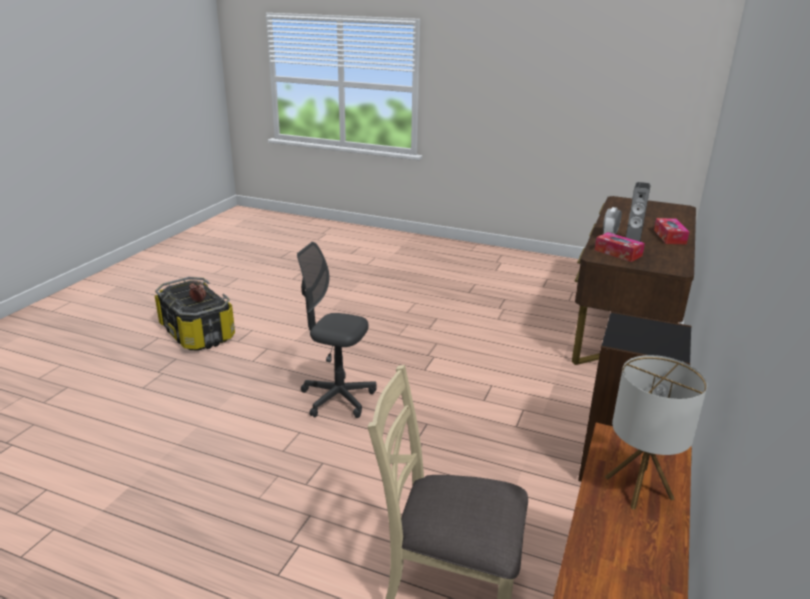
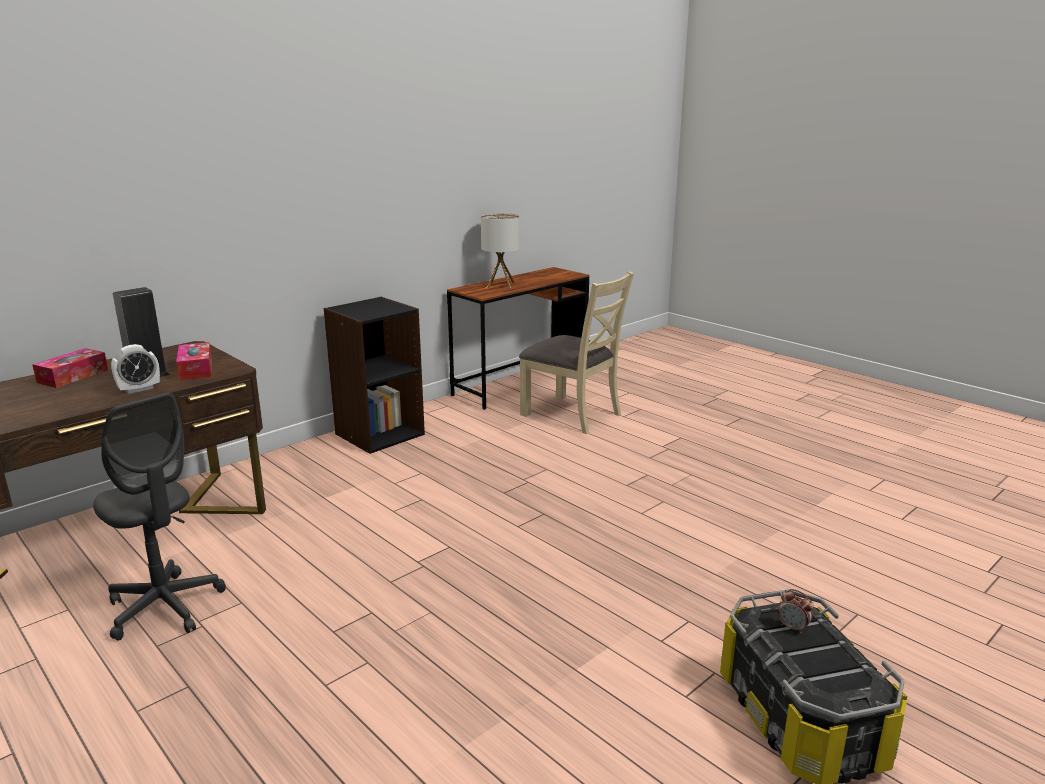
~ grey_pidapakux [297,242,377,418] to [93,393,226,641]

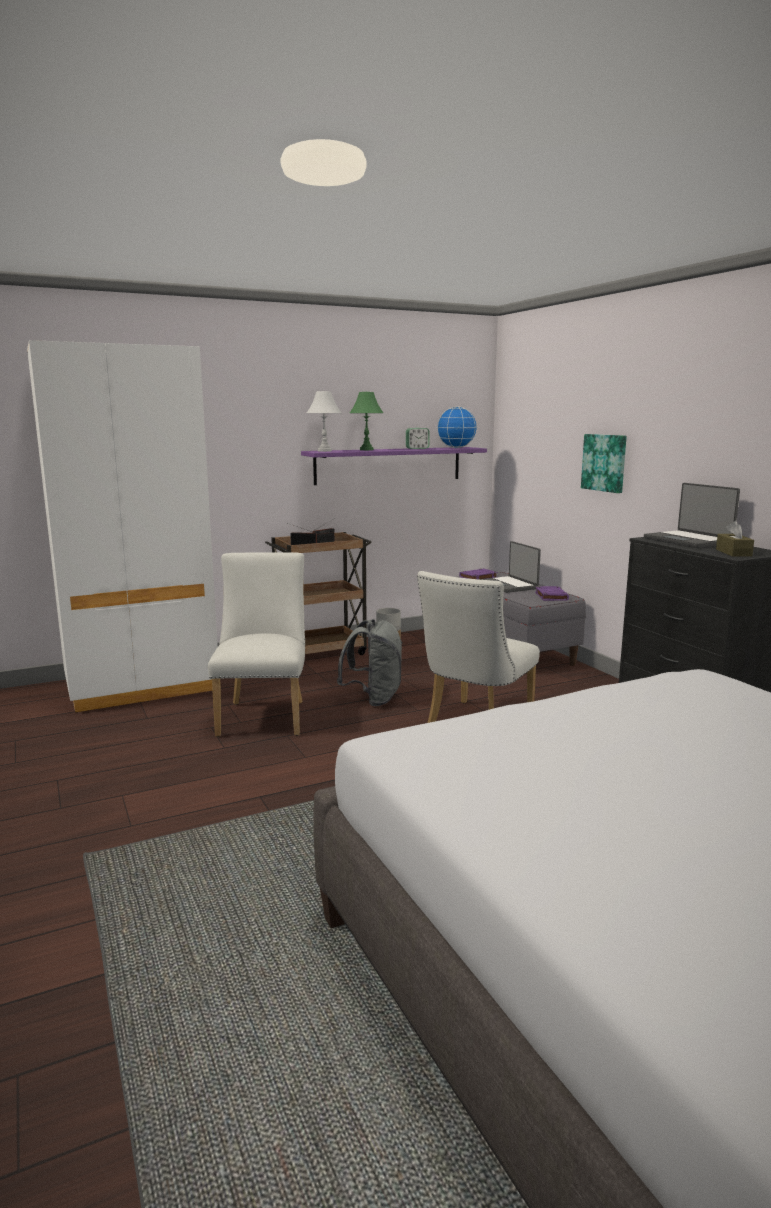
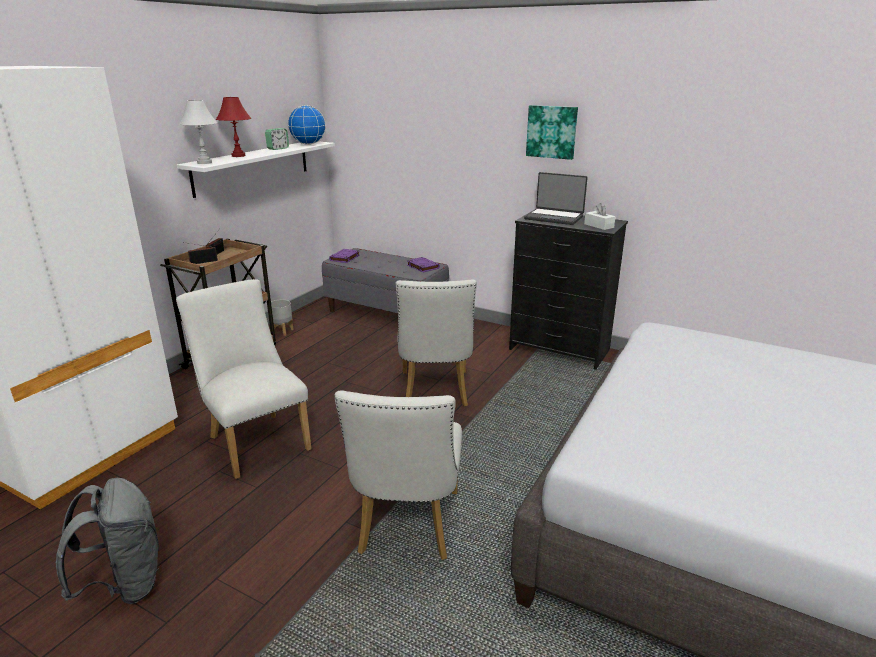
~ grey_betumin [337,619,403,706] to [56,478,159,604]
~ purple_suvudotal [301,447,487,485] to white_suvudotal [177,141,335,198]
~ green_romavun [350,391,383,450] to red_romavun [216,97,251,157]
+ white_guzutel [335,390,462,560]
~ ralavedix [581,434,627,493] to [526,105,578,160]
~ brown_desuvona [716,521,754,557] to white_desuvona [584,203,615,230]
- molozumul [479,541,541,593]

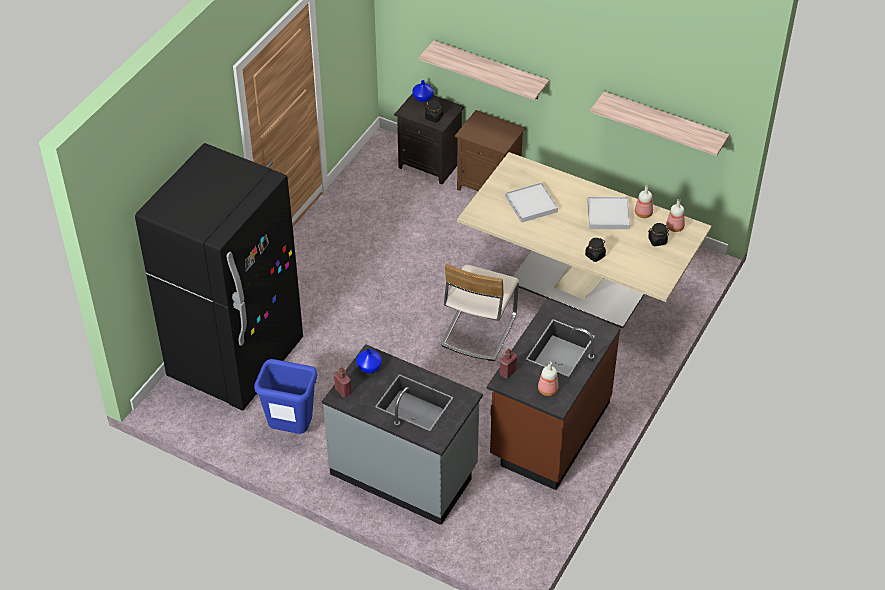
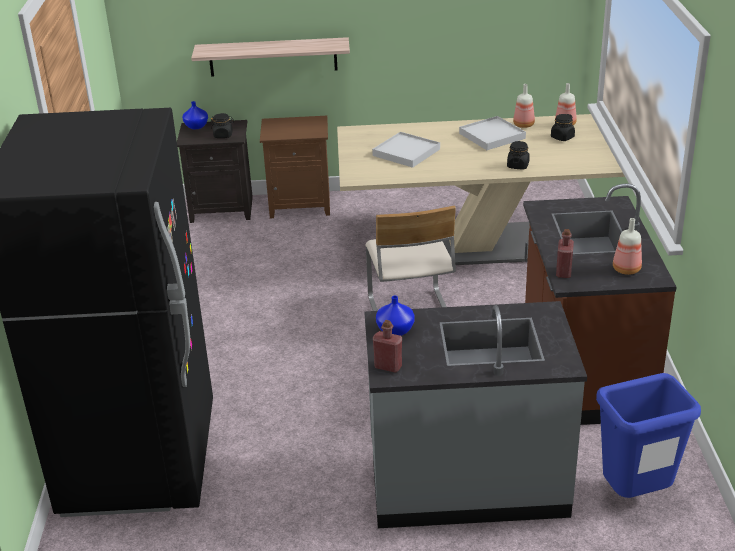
~ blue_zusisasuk [254,359,317,434] to [596,373,701,498]
- suvudotal [590,91,730,156]

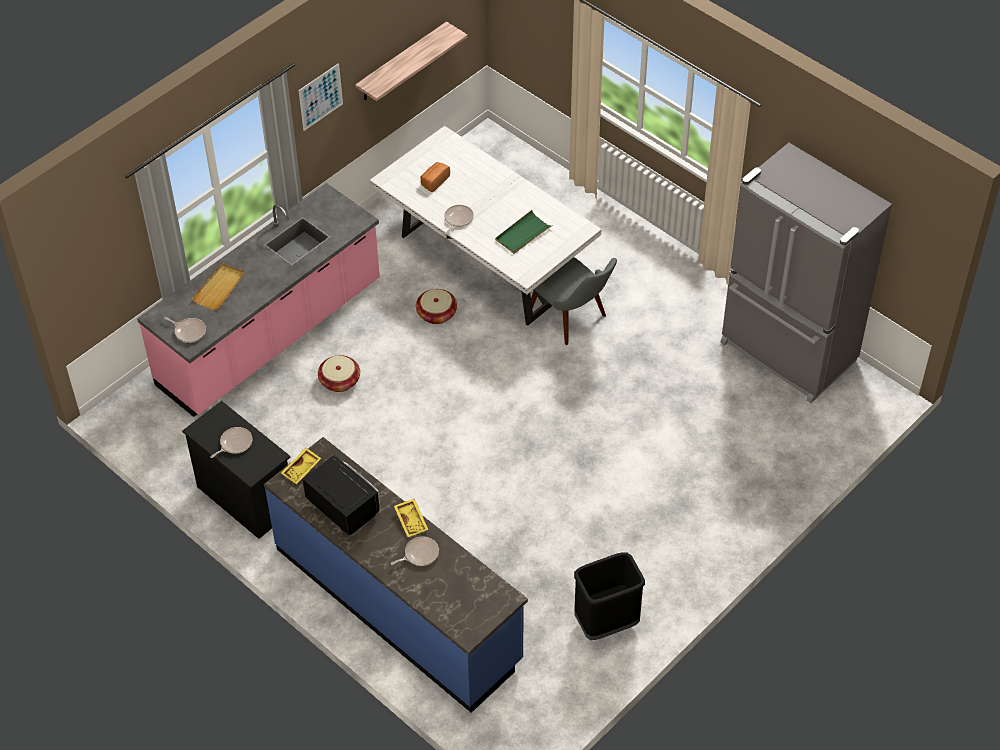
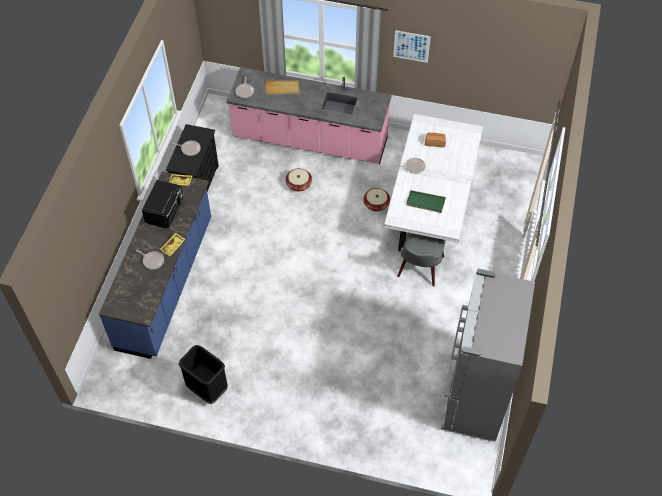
- suvudotal [355,21,468,101]

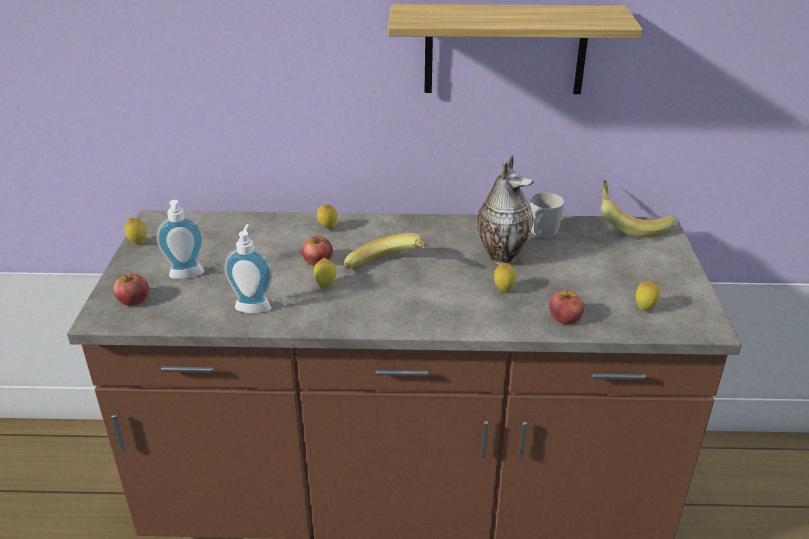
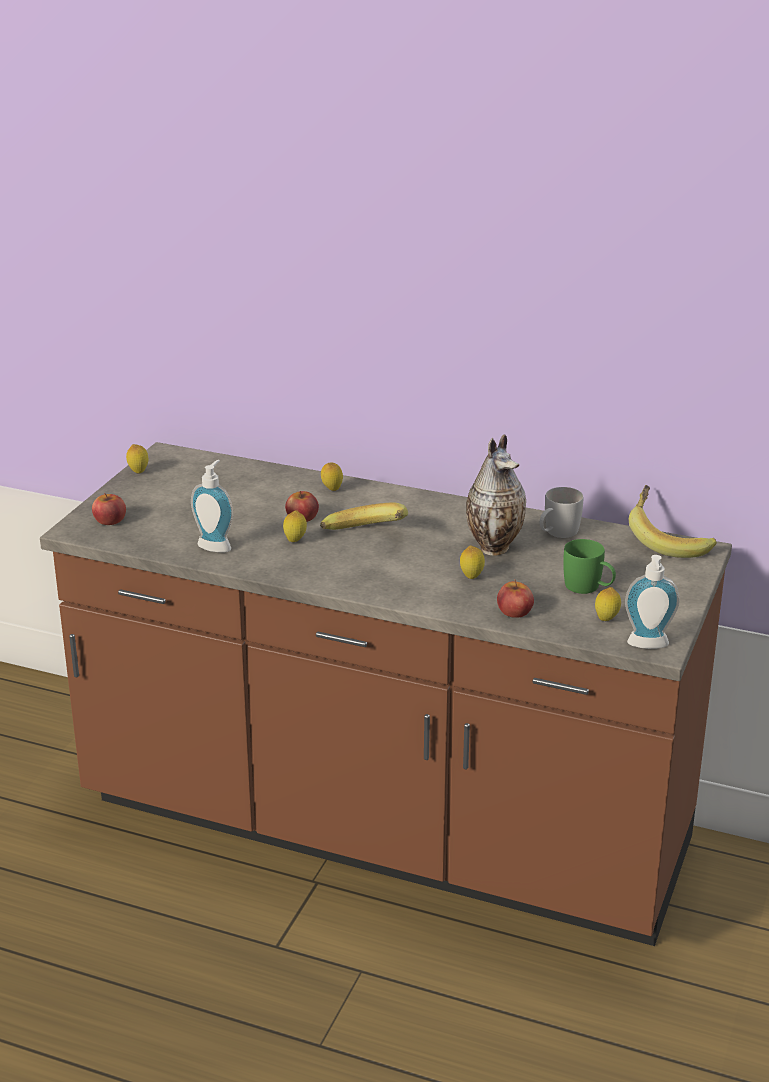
+ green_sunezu [563,539,616,594]
~ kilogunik [157,200,204,279] to [625,555,680,649]
- suvudotal [388,4,643,94]

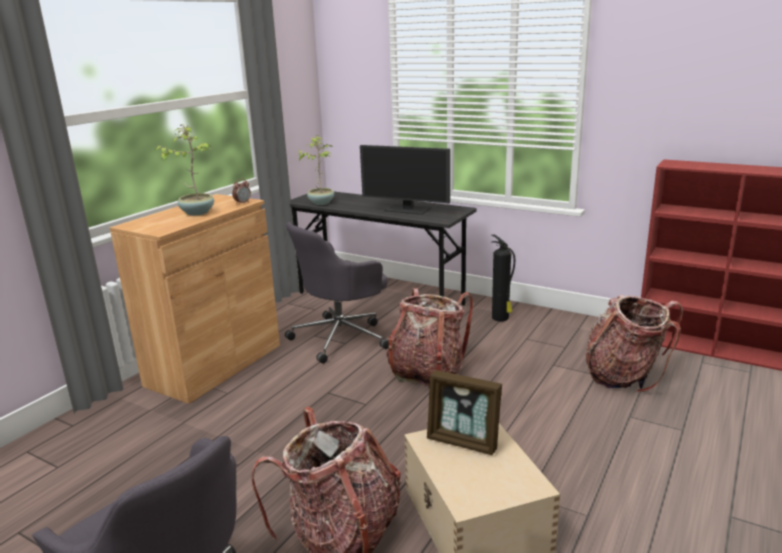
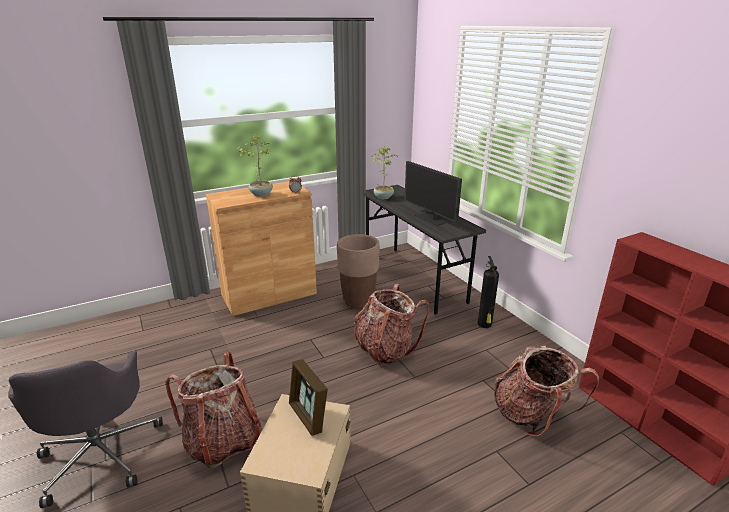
~ grey_pidapakux [285,222,389,364] to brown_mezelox [337,234,380,308]

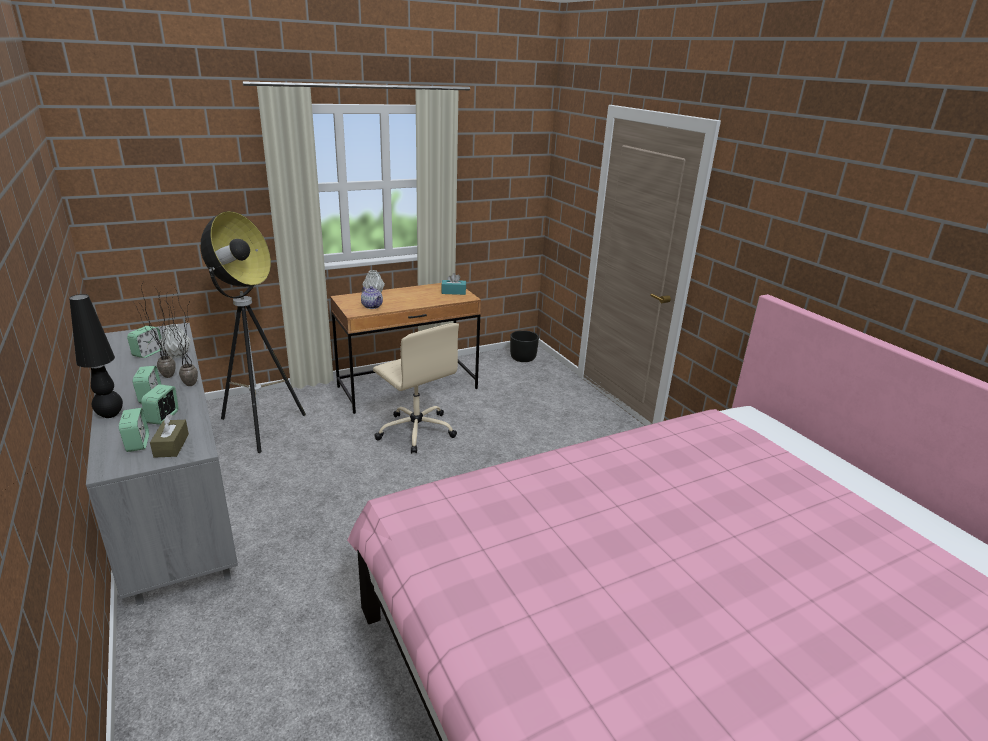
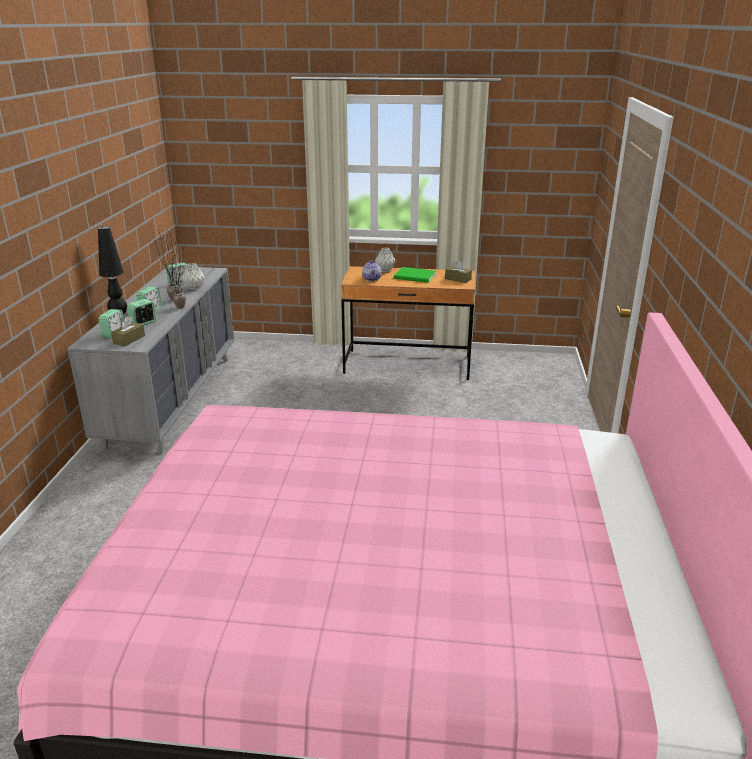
+ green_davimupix [394,267,436,283]
~ turquoise_desuvona [441,273,466,295] to brown_desuvona [445,260,472,283]
- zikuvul [201,211,306,453]
- beige_pidapakux [373,323,459,453]
- black_mezelox [510,330,539,362]

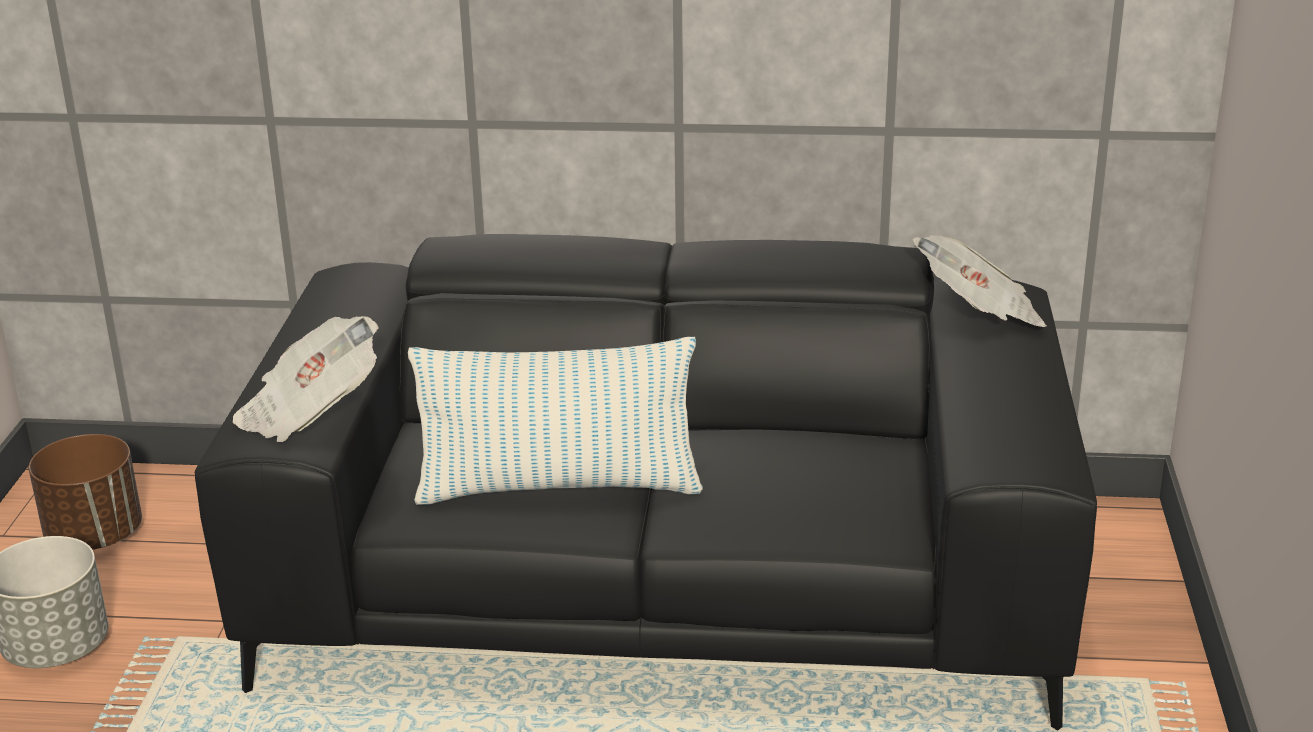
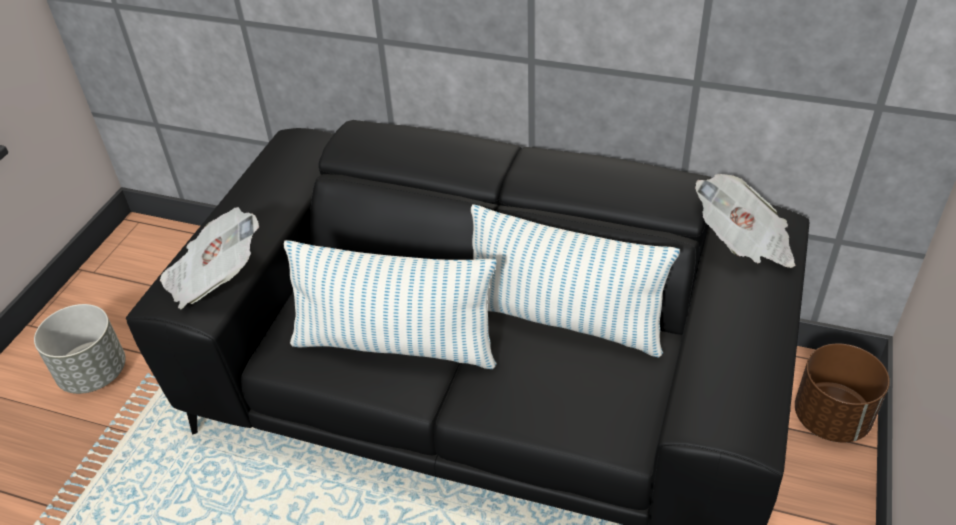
+ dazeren [471,204,680,358]
~ brown_mezelox [29,434,142,550] to [795,344,890,443]

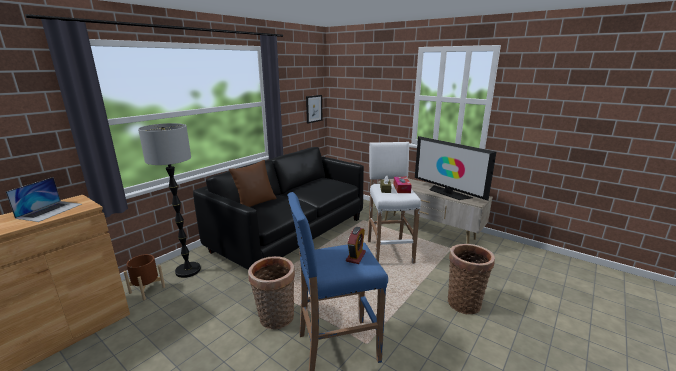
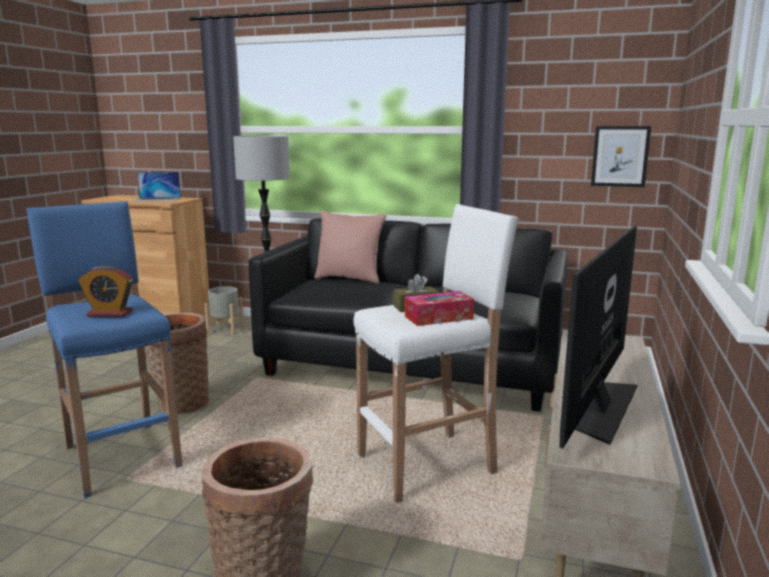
~ brown_mezelox [124,254,165,300] to grey_mezelox [205,286,244,334]
~ brown_dazeren [229,160,276,207] to pink_dazeren [314,211,387,284]

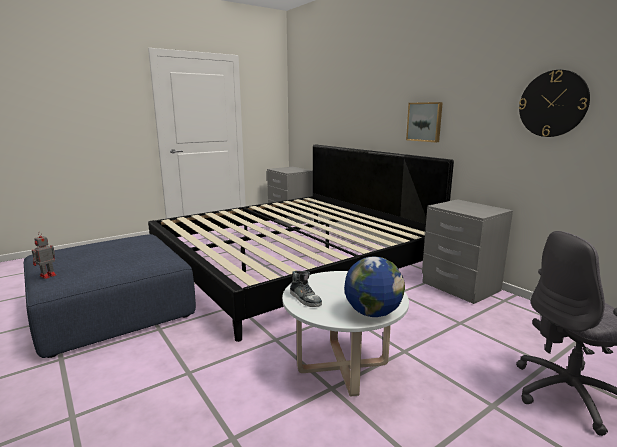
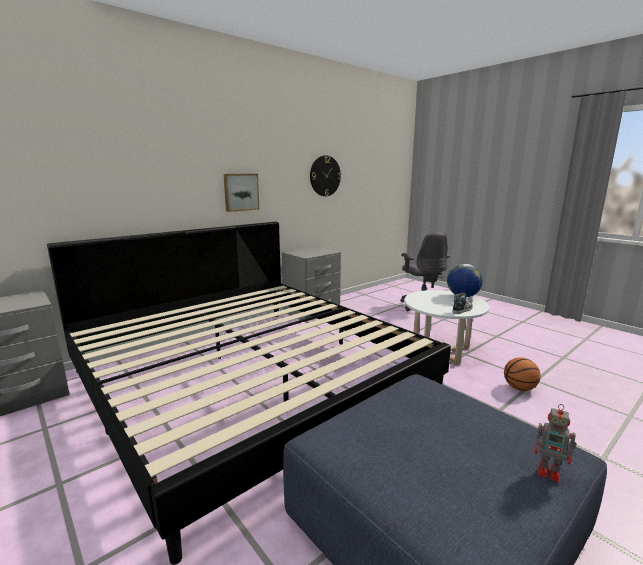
+ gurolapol [504,357,541,391]

